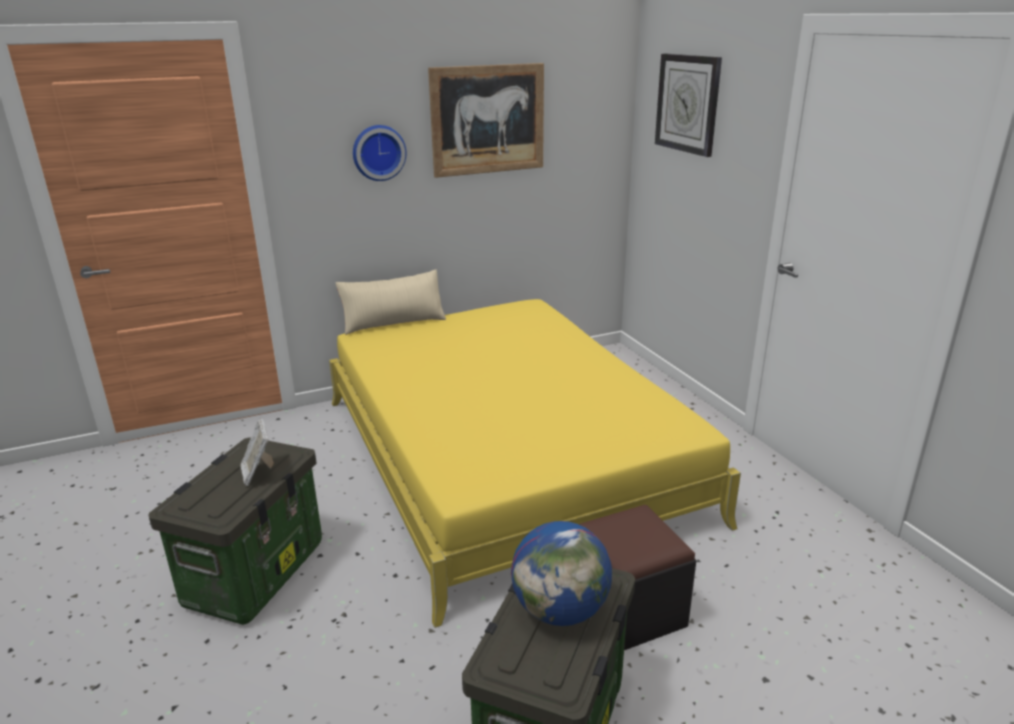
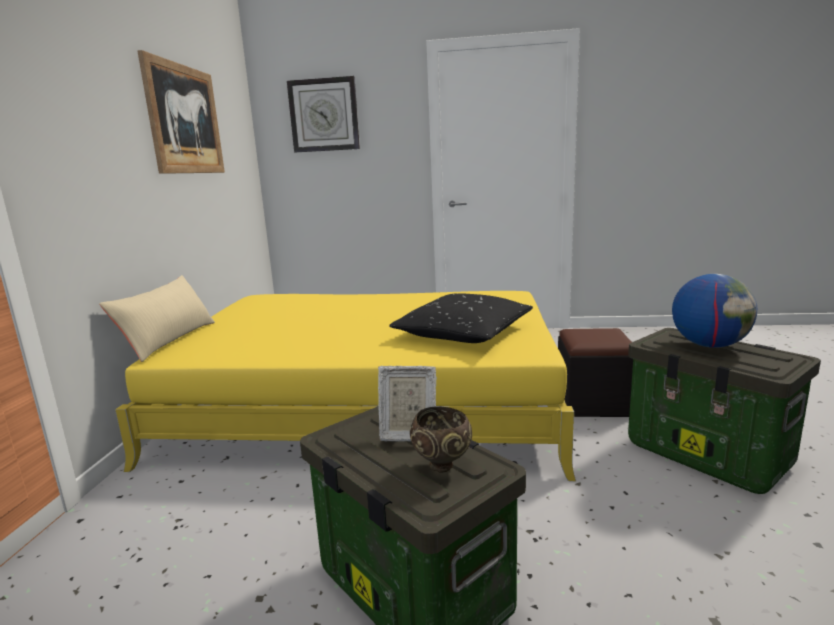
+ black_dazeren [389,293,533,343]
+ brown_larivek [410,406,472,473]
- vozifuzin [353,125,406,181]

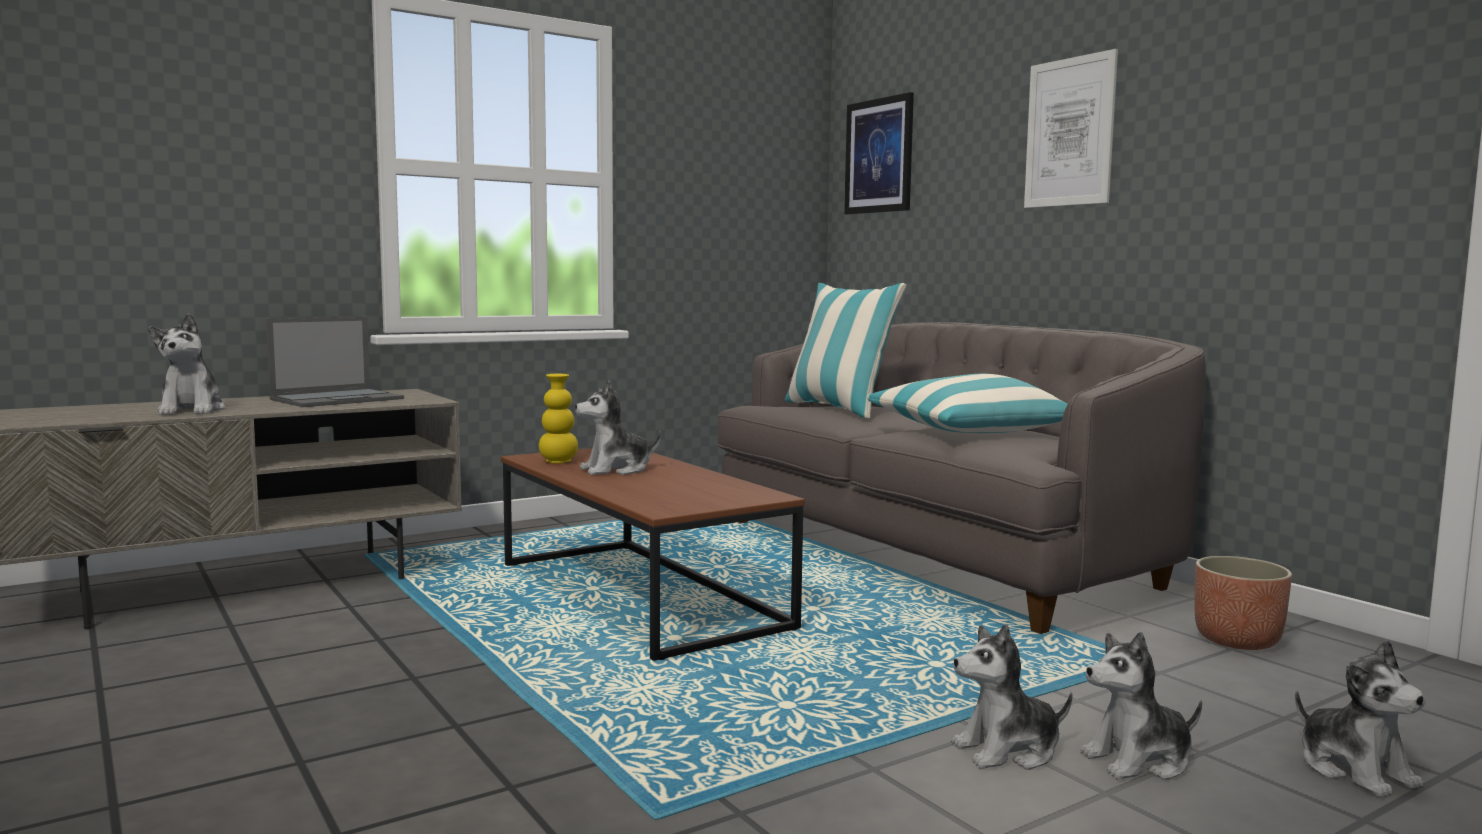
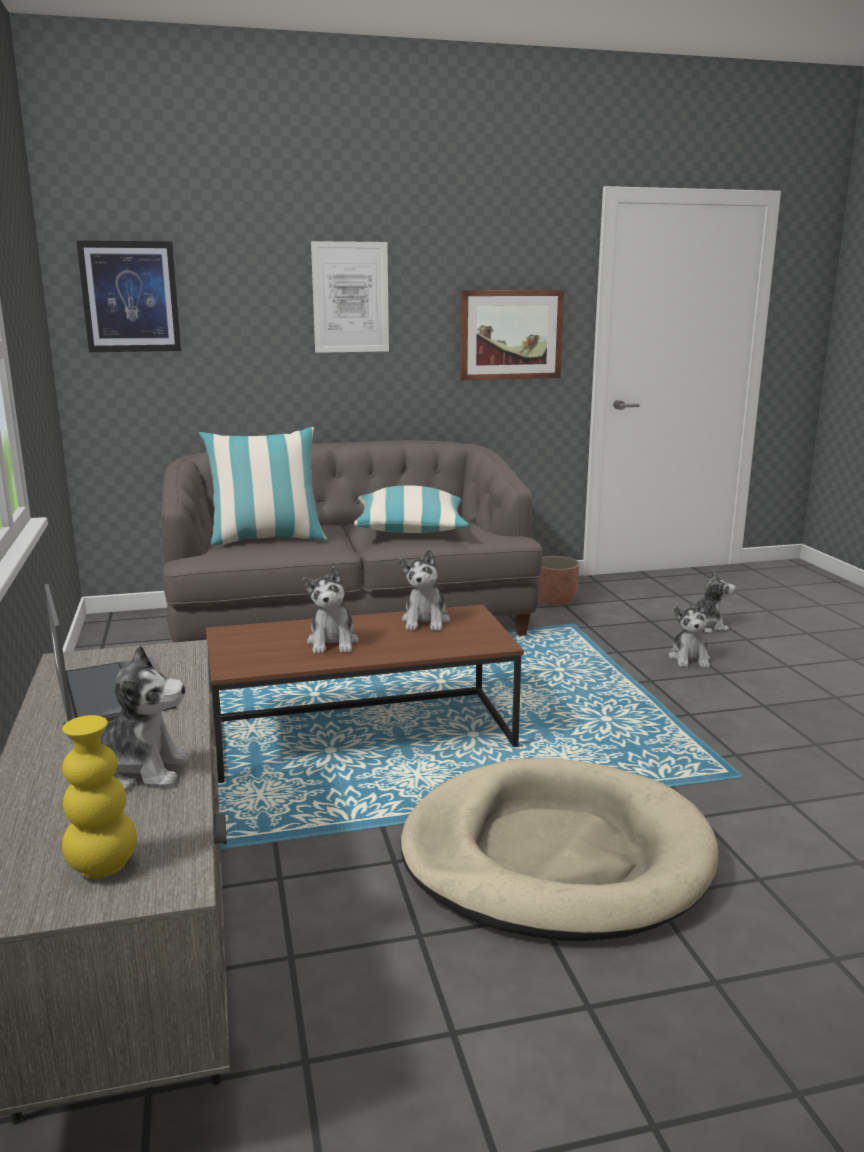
~ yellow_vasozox [539,374,578,464] to [62,715,137,878]
~ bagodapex [952,624,1073,770] to [399,549,450,631]
+ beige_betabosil [400,758,718,941]
+ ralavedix [460,290,564,380]

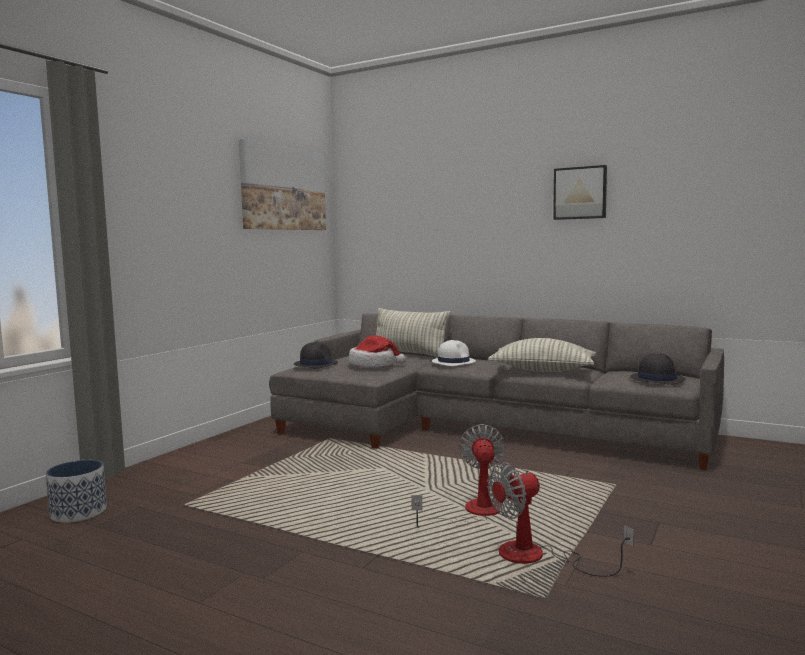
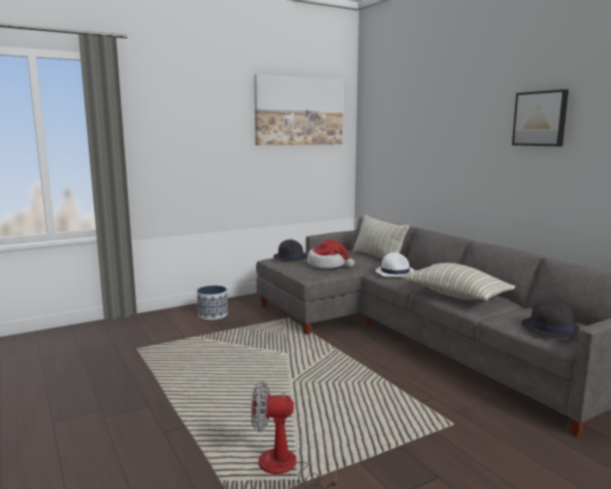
~ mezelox [46,460,107,523] to [197,285,228,320]
- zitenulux [411,424,505,528]

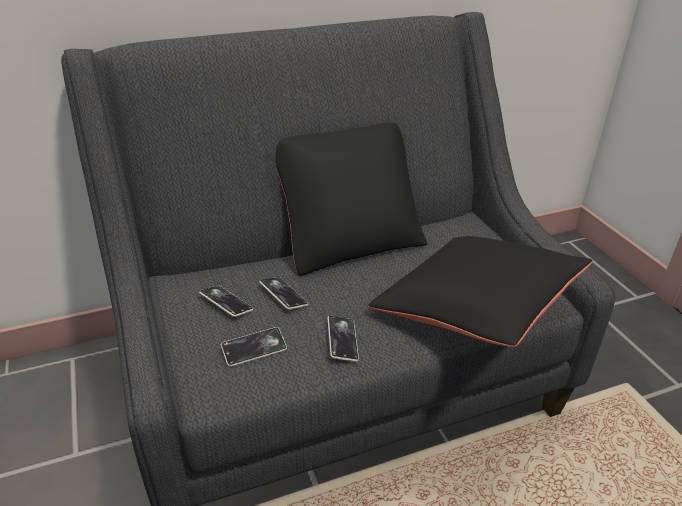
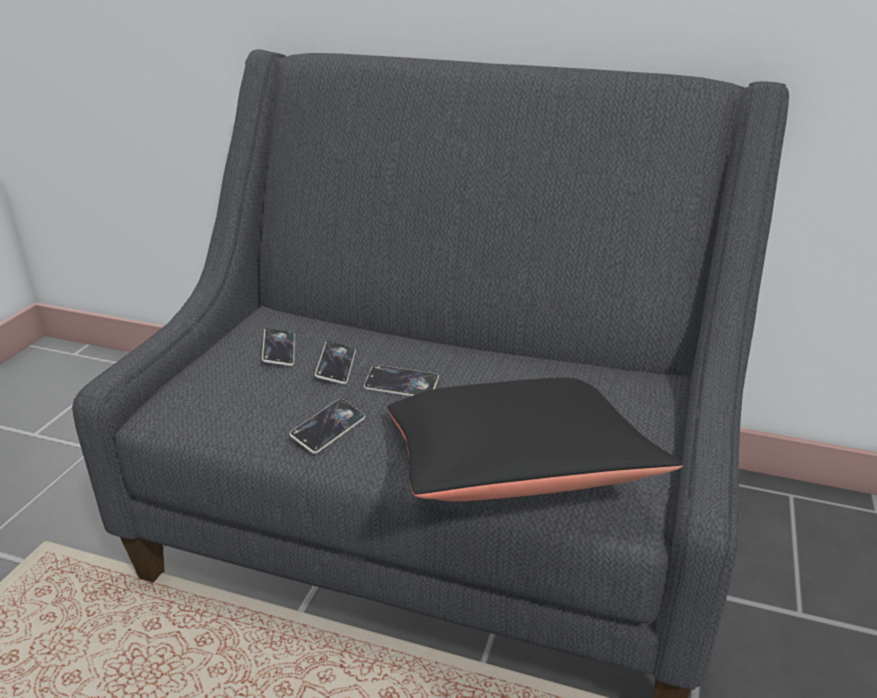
~ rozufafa [221,327,287,367] to [364,365,439,396]
- black_dazeren [276,122,428,276]

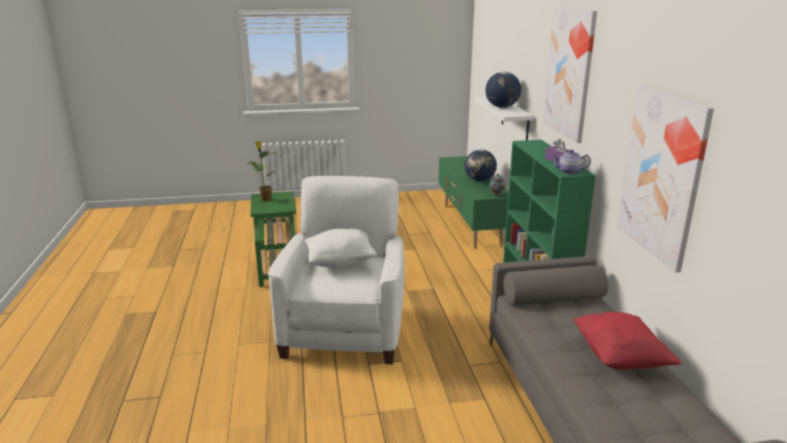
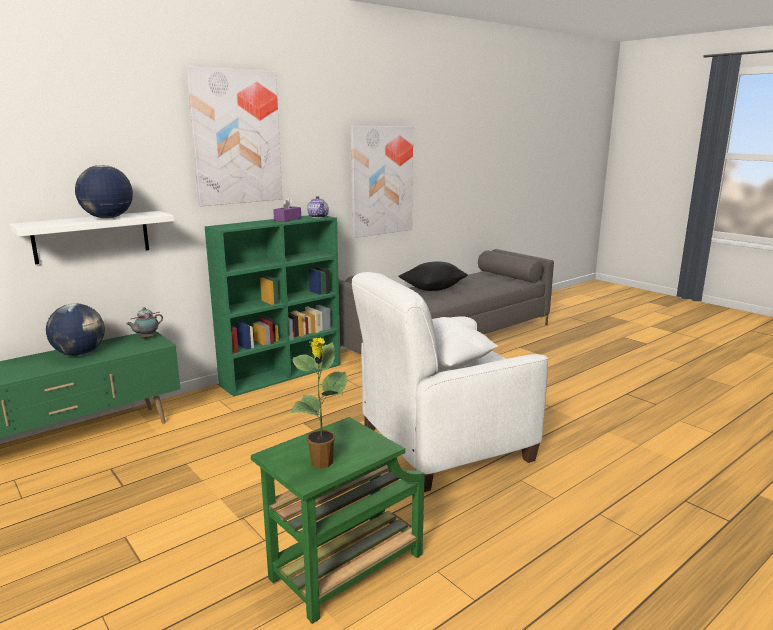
~ red_dazeren [573,312,681,370] to black_dazeren [398,261,468,291]

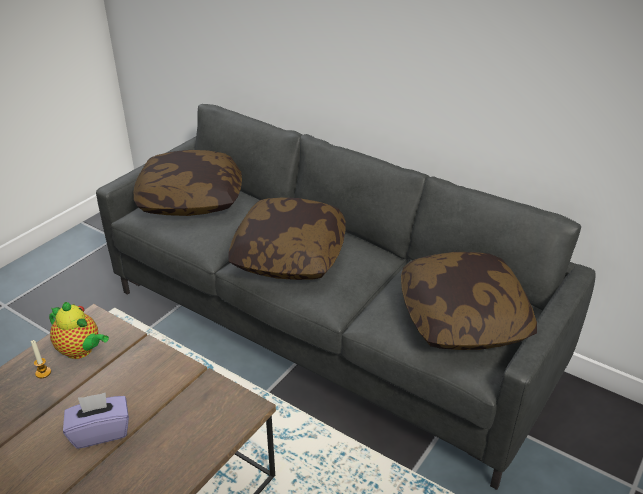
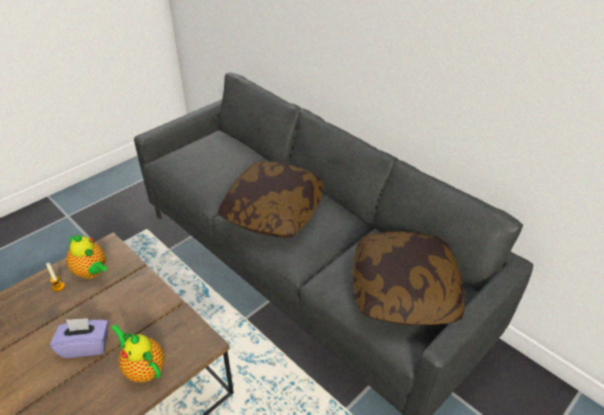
+ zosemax [111,324,165,382]
- dazeren [134,150,242,216]

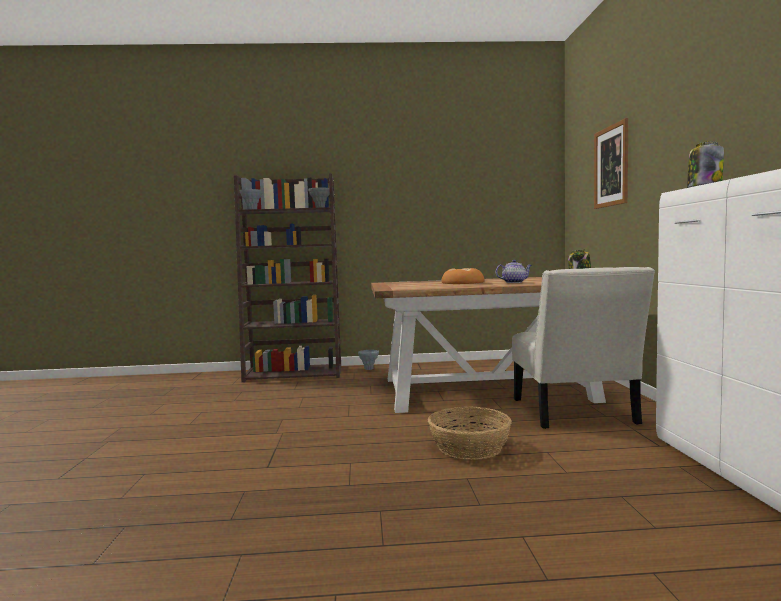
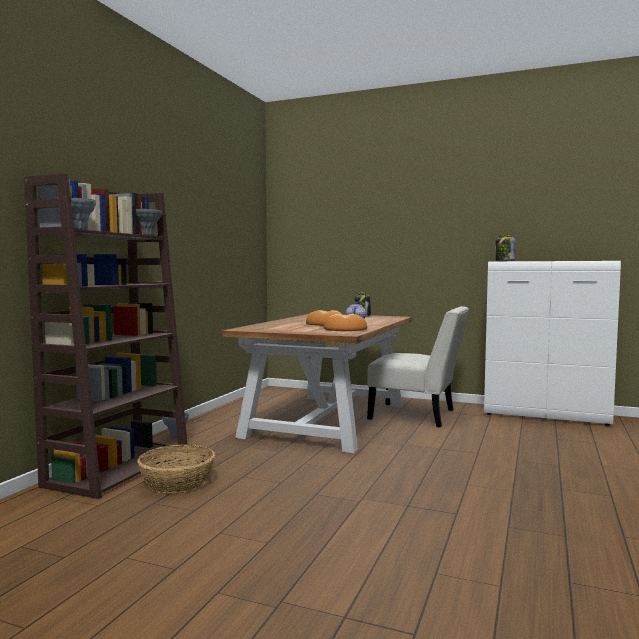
~ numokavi [428,406,512,460] to [137,444,215,494]
+ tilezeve [323,314,367,331]
- ralavedix [594,118,628,209]

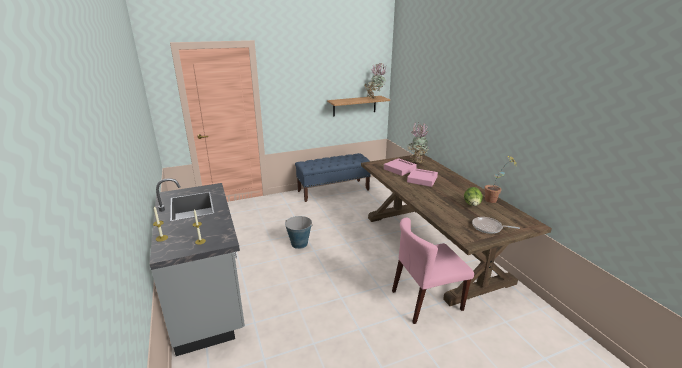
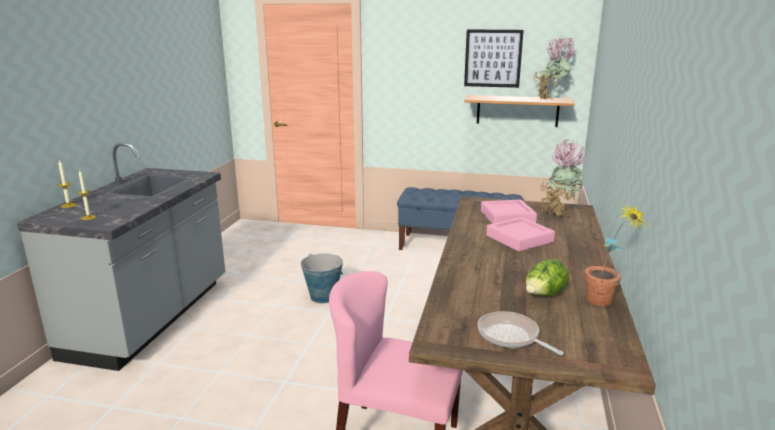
+ ralavedix [464,29,524,88]

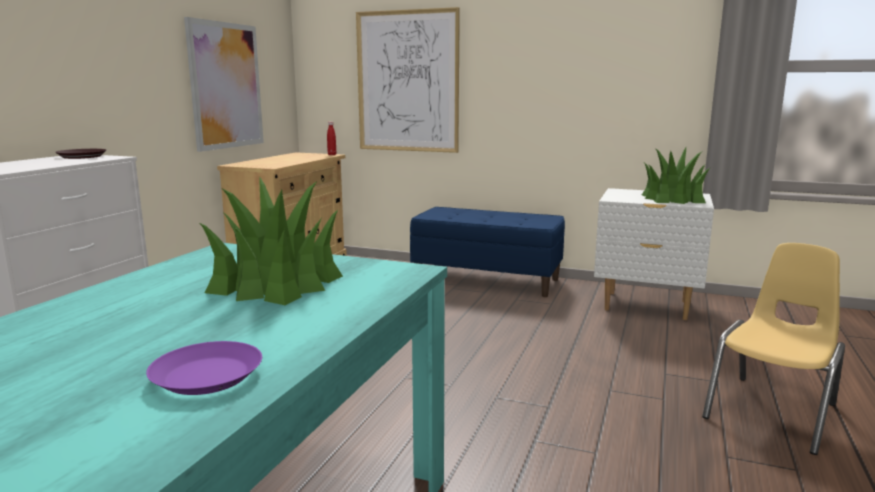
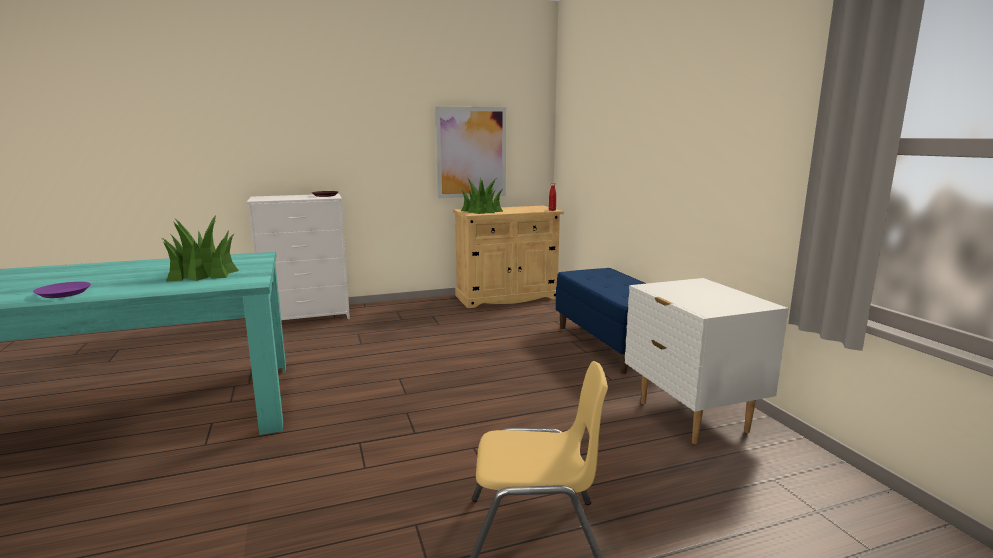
~ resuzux [642,148,711,204] to [461,177,503,214]
- ralavedix [356,7,460,153]

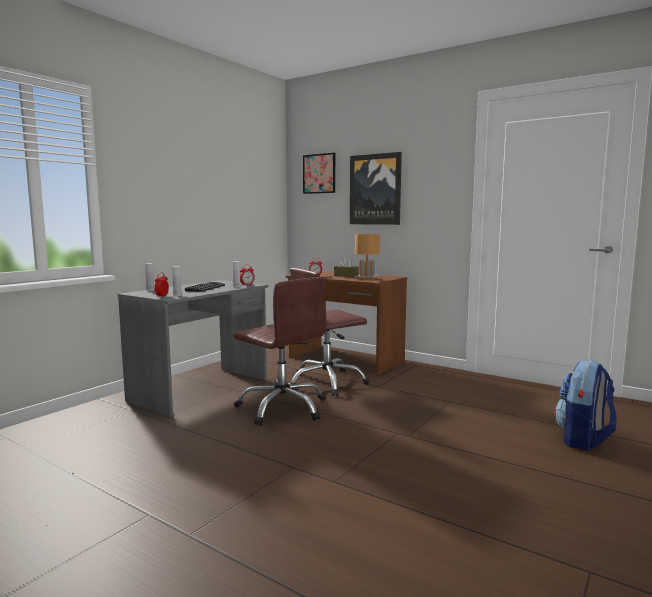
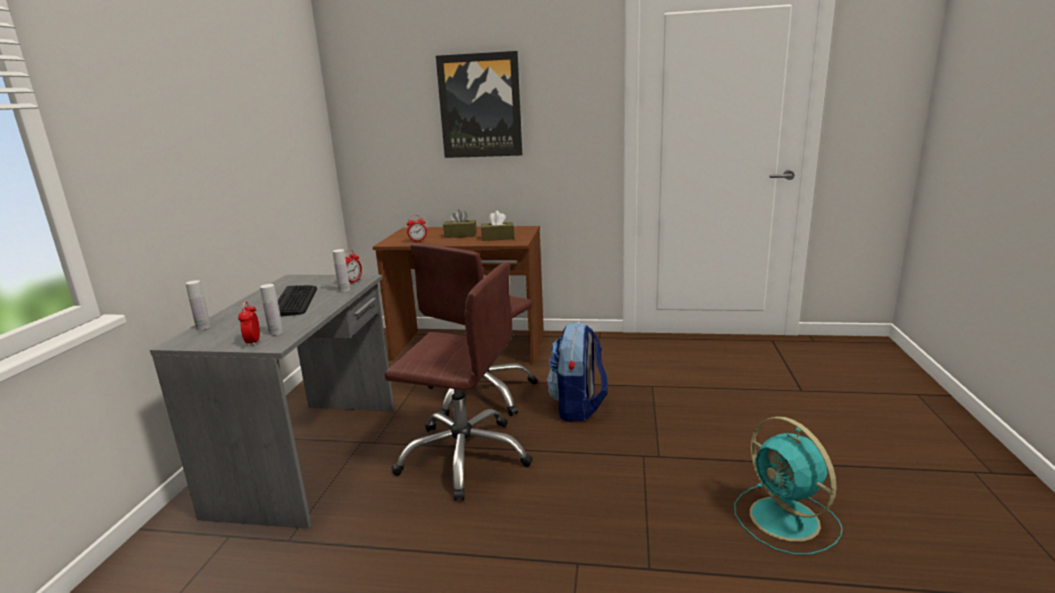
~ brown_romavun [355,234,380,280] to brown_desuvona [481,211,514,241]
~ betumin [555,360,617,450] to [546,322,608,422]
+ turquoise_zitenulux [734,416,843,555]
- ralavedix [303,153,335,194]

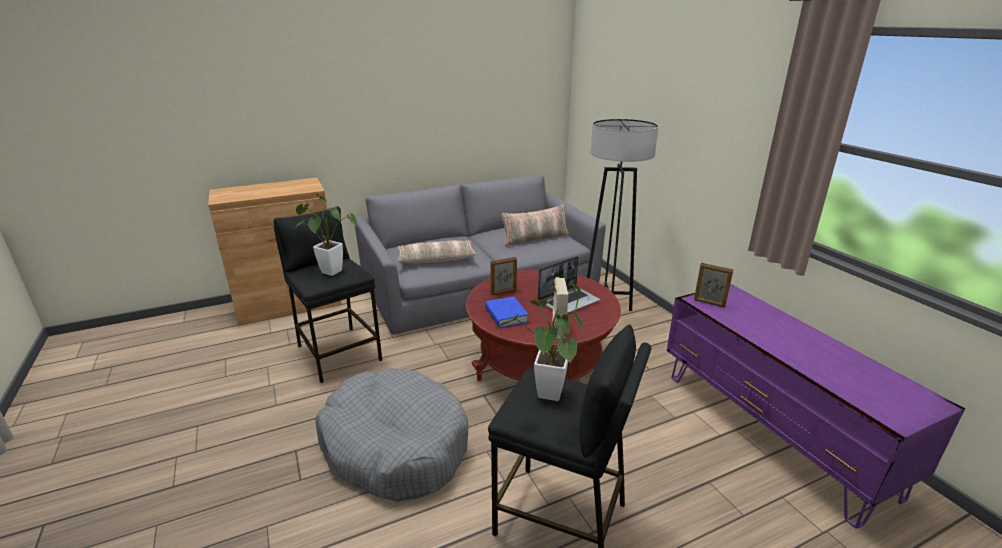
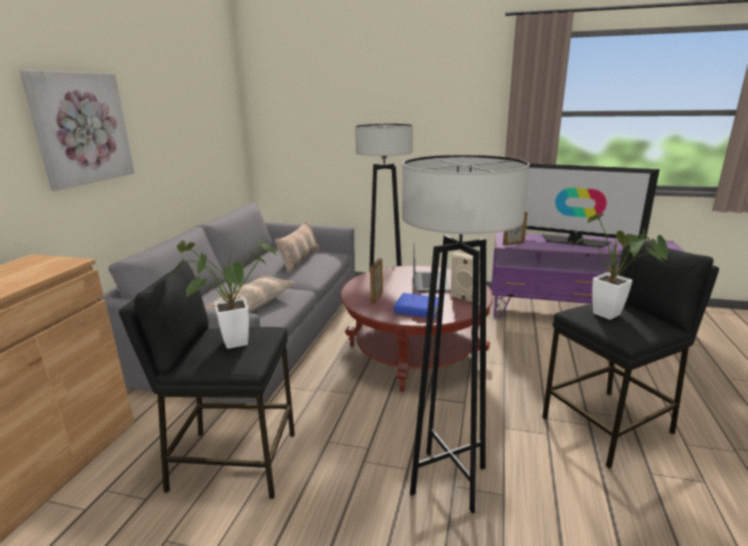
+ ralavedix [20,70,135,191]
~ grey_betabosil [315,368,469,502] to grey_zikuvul [402,155,530,514]
+ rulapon [525,163,660,248]

